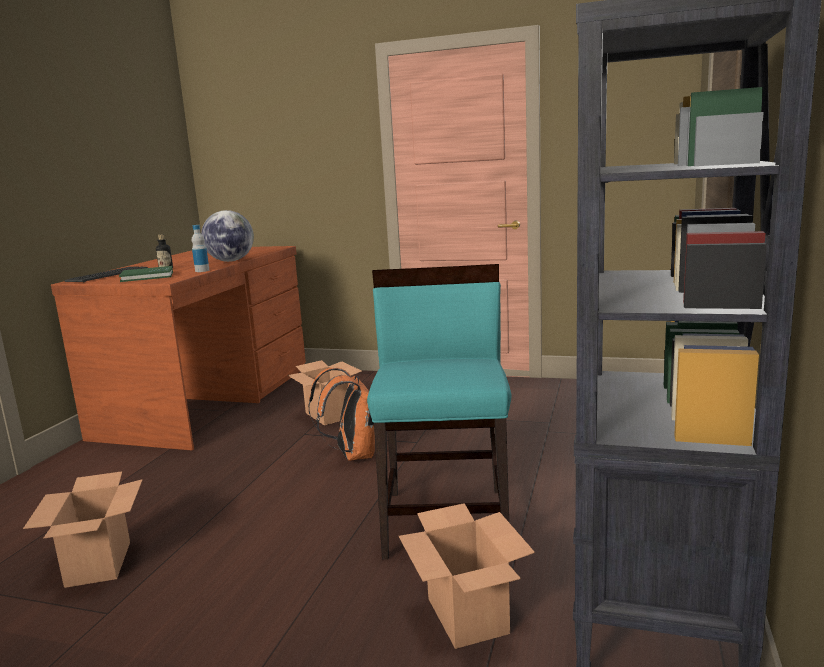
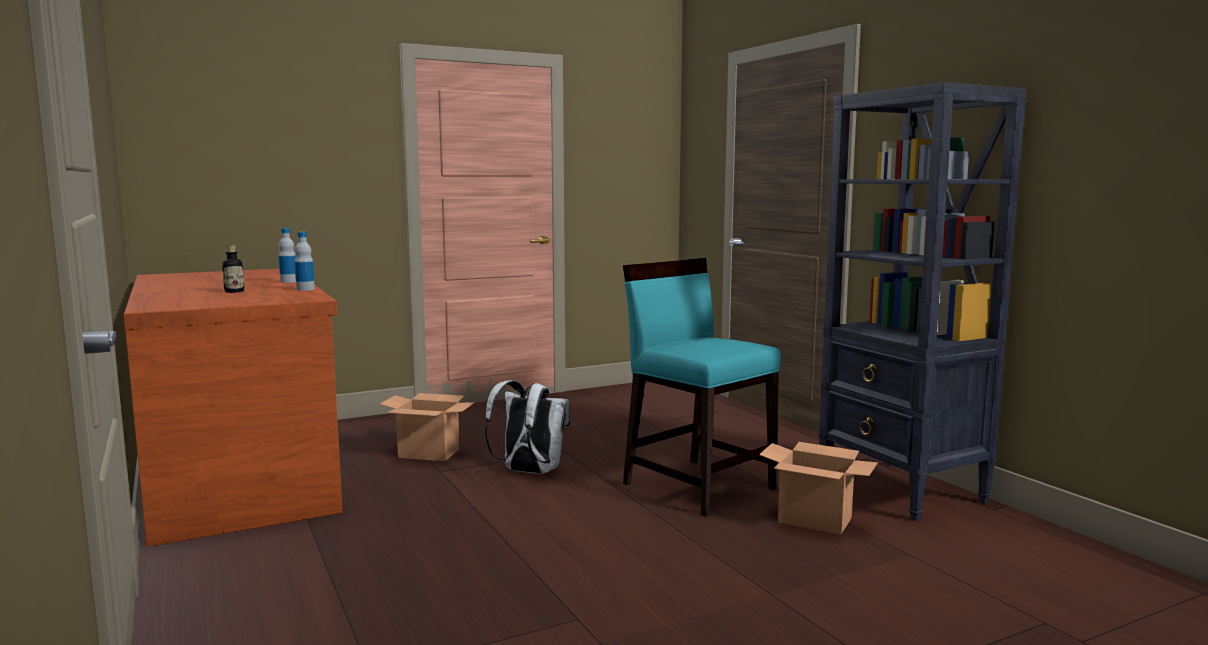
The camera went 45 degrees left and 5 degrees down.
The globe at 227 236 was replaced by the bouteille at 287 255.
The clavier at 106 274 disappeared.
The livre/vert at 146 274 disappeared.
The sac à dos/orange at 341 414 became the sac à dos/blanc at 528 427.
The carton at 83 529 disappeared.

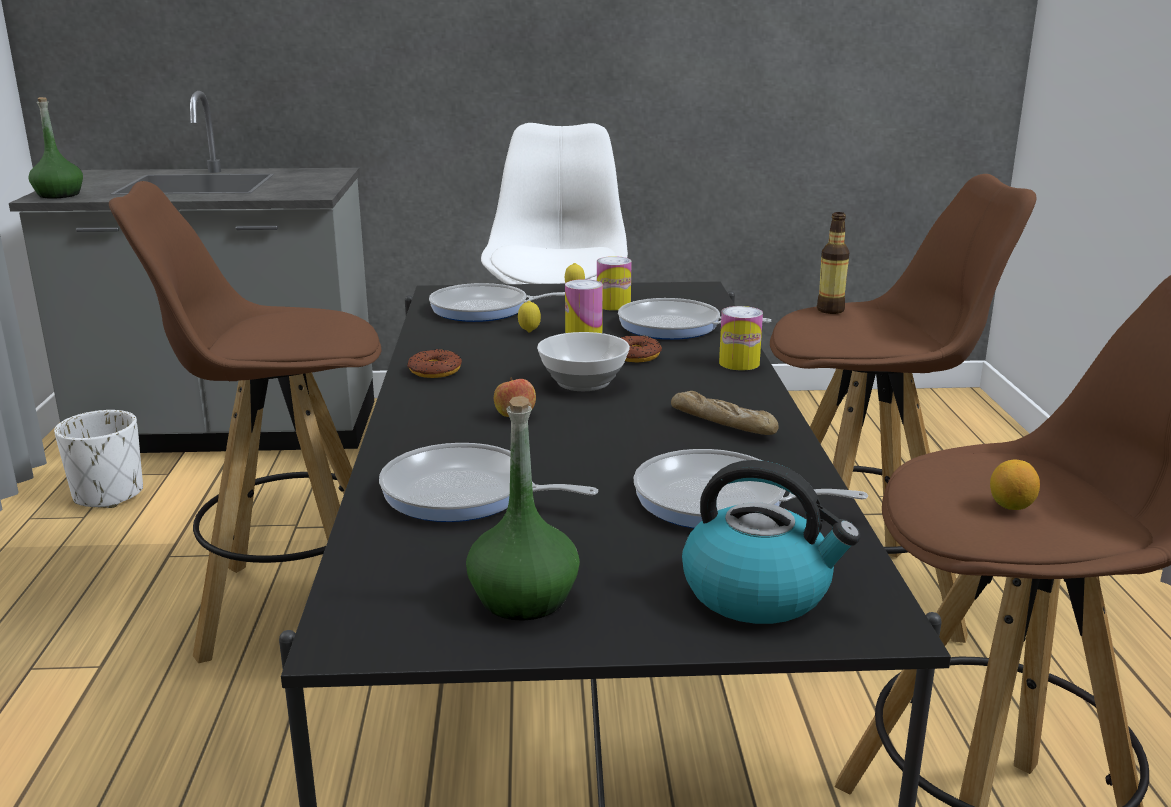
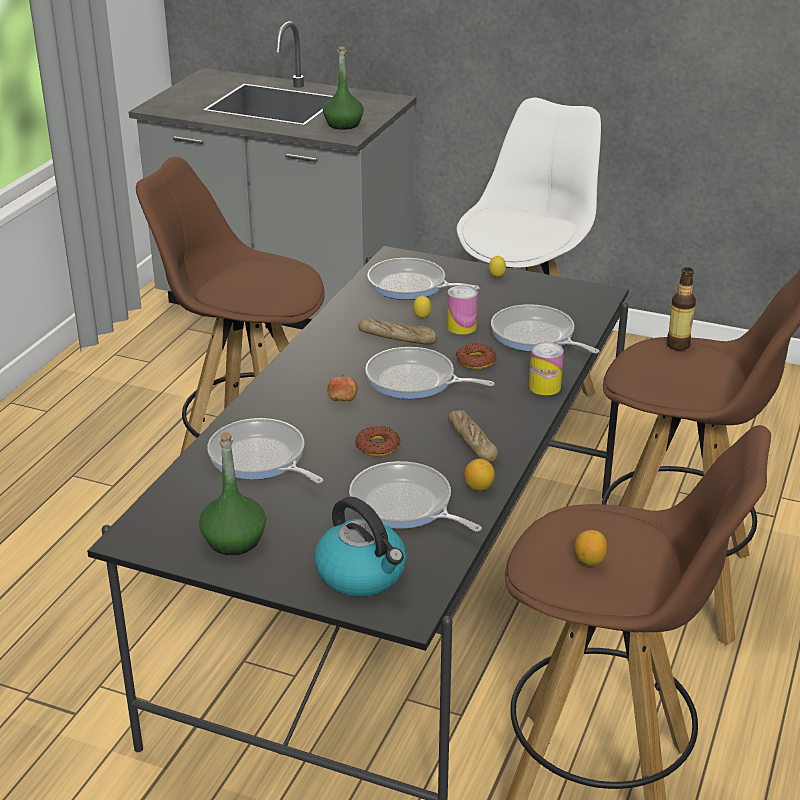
The camera went 25 degrees right and 10 degrees up.
The bouteille/vert moved from 56 148 to 343 88.
The boîte métallique at 614 283 disappeared.
The bol at 583 361 was replaced by the poêle at 430 373.
The beignet moved from 434 363 to 378 441.
The cache-pot/blanc at 98 459 disappeared.
The pain at 397 331 appeared.
The citron at 479 475 appeared.

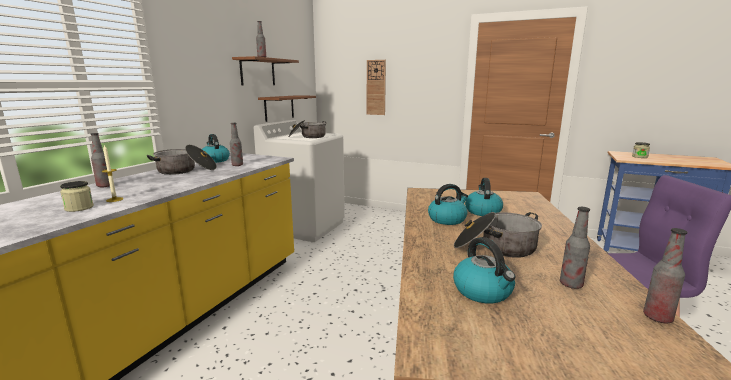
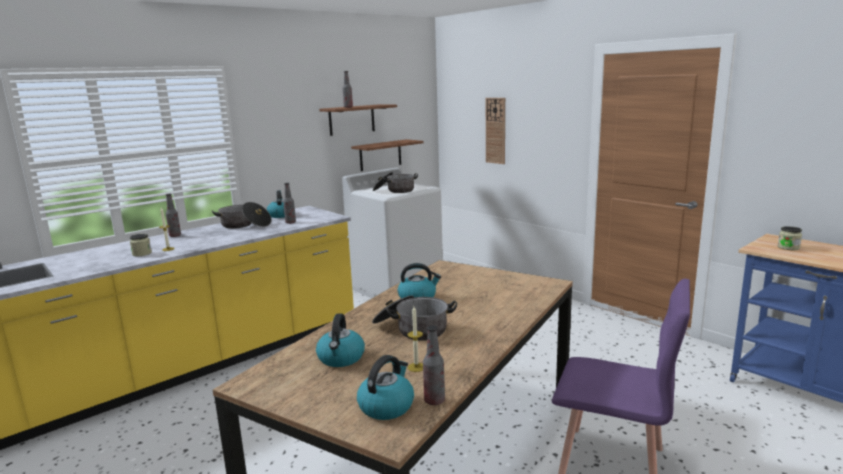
The camera went 25 degrees right and 0 degrees up.
The bouilloire moved from 484 197 to 385 387.
The bouteille at 575 248 was replaced by the bougie at 415 339.

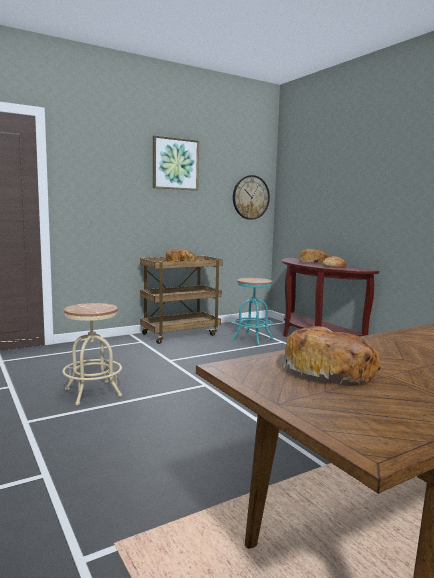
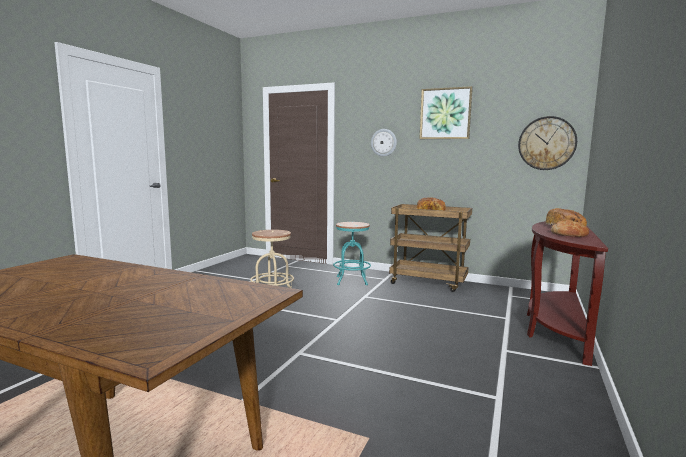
The camera went 55 degrees right and 0 degrees up.
The tabouret/turquoise moved from 252 311 to 352 253.
The pain at 331 355 disappeared.
The horloge murale at 384 143 appeared.

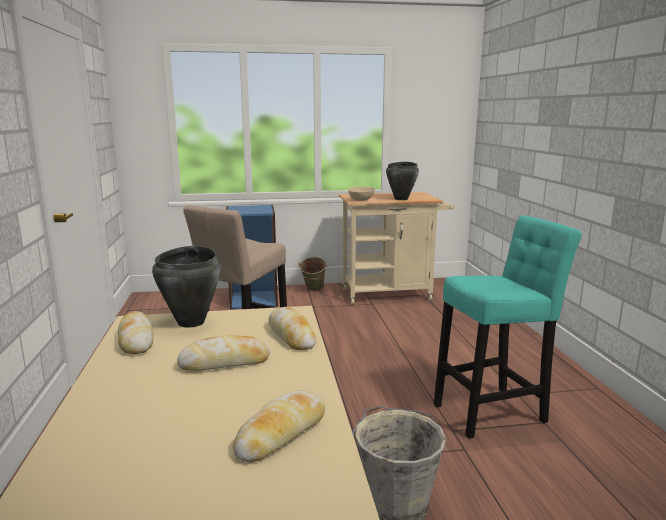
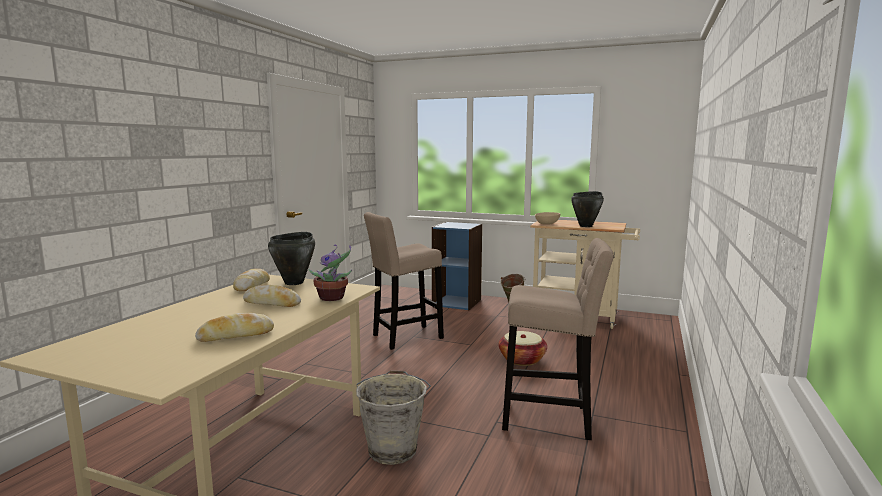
The camera went 30 degrees right and 5 degrees down.
The tabouret/turquoise at 508 327 became the tabouret/beige at 558 339.
The pain at 292 328 was replaced by the plante en pot at 330 273.
The panier at 523 348 appeared.

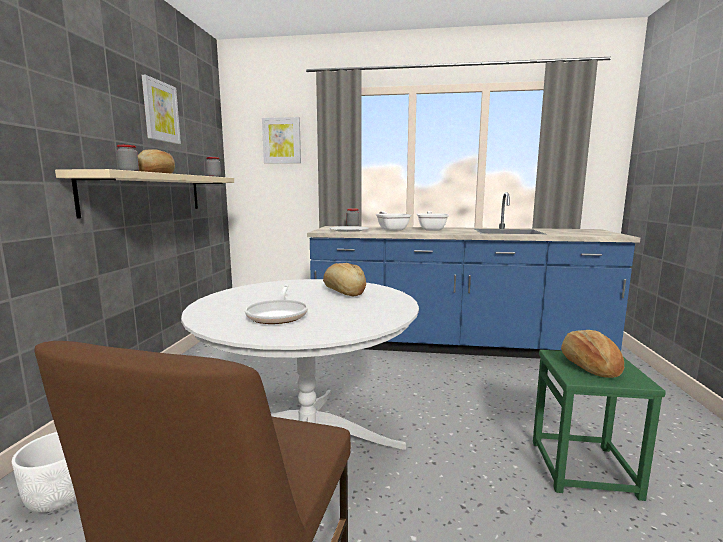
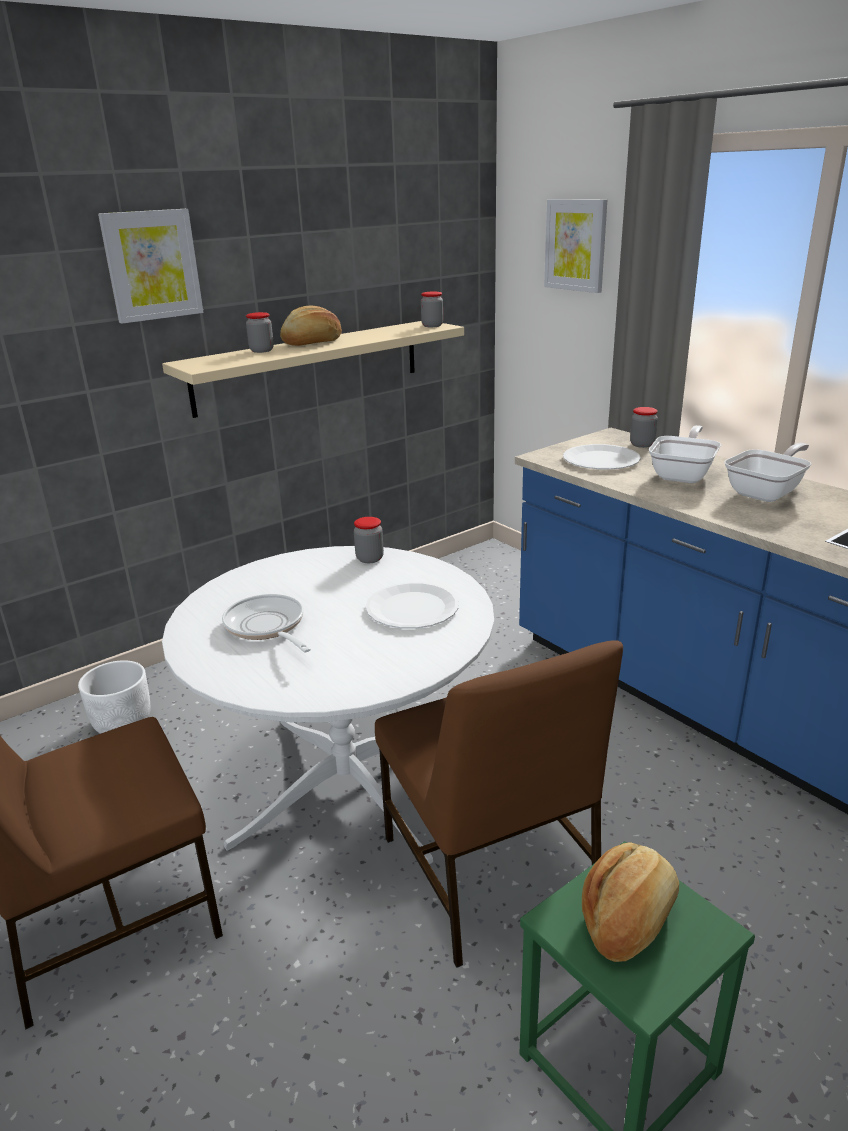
The camera went 45 degrees right and 15 degrees up.
The tableau moved from 161 109 to 151 266.
The pain at 344 279 was replaced by the assiette/blanc at 412 605.
The poêle at 276 304 turned 105 degrees clockwise.
The bocal at 369 540 appeared.
The chaise/marron at 499 804 appeared.

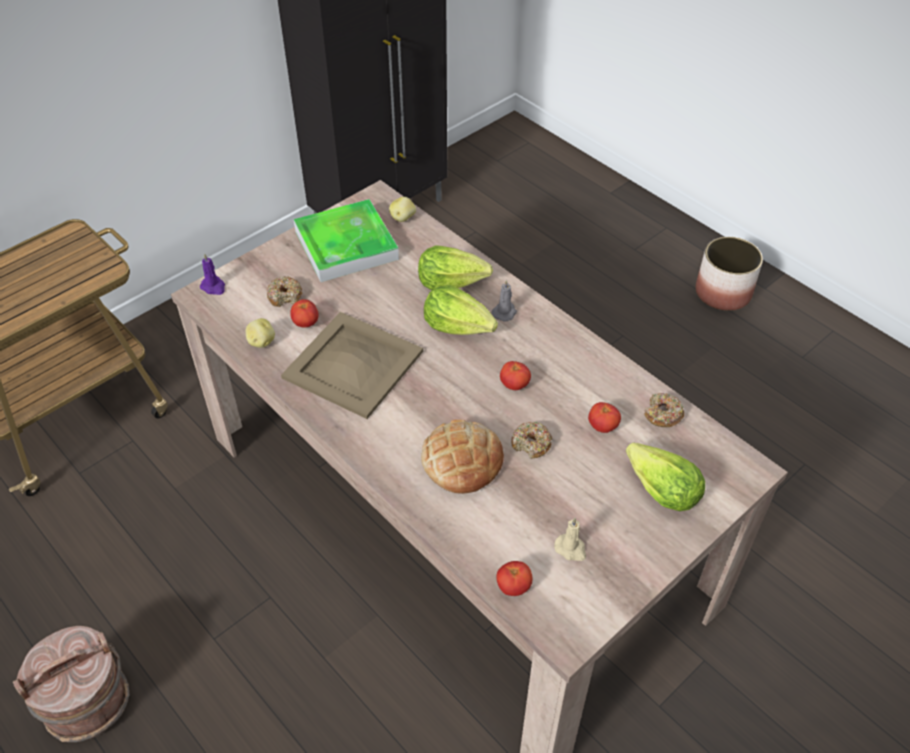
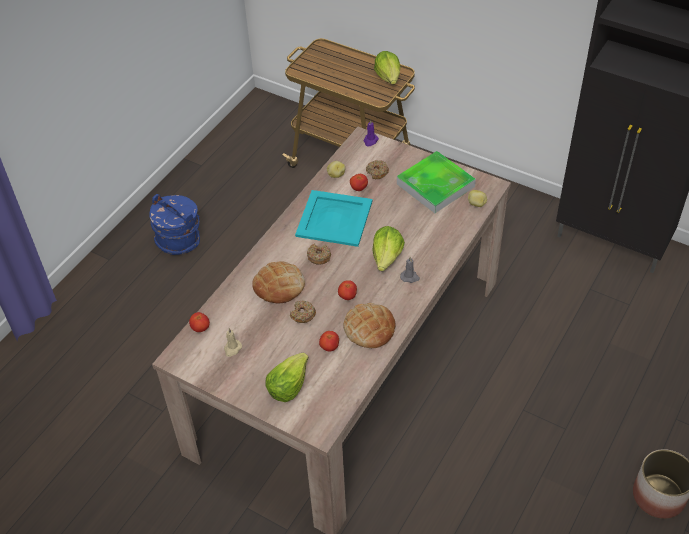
The camera went 75 degrees right and 0 degrees up.
The laitue moved from 455 267 to 387 67.
The plateau/beige at 352 365 became the plateau/turquoise at 333 218.
The beignet moved from 664 410 to 319 254.
The seau/marron at 71 684 became the seau/bleu at 174 224.
The pain at 369 325 appeared.

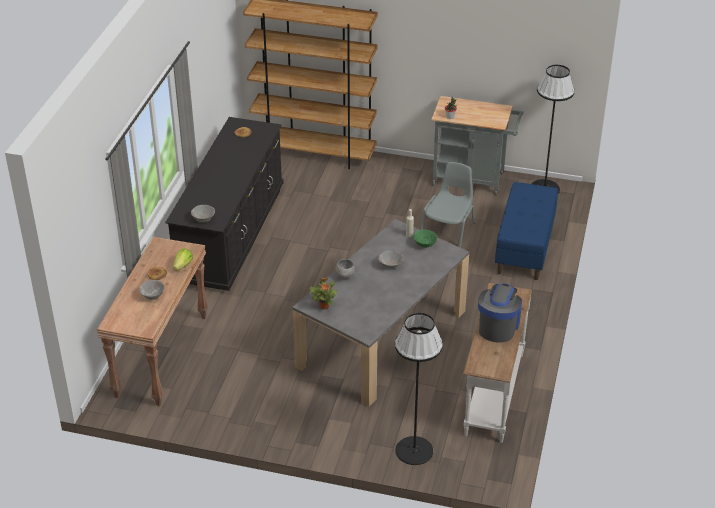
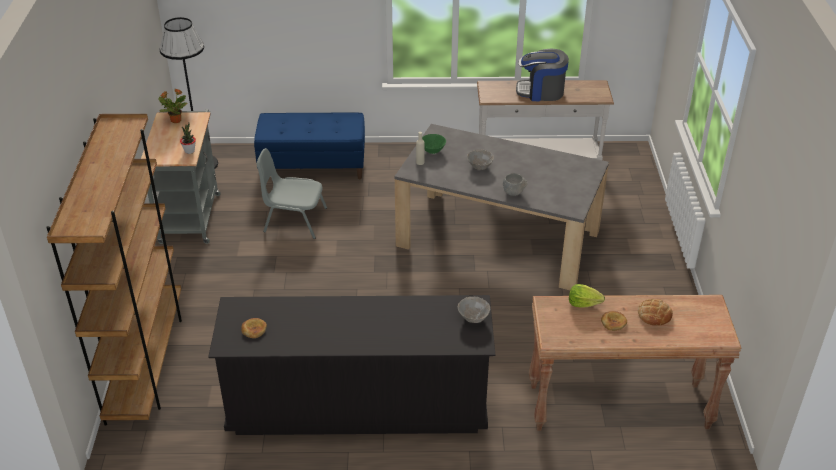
The camera went 105 degrees left and 0 degrees up.
The plante en pot moved from 323 293 to 173 106.
The bol/gris at 151 290 was replaced by the pain at 655 312.
The lampadaire/noir at 419 389 disappeared.

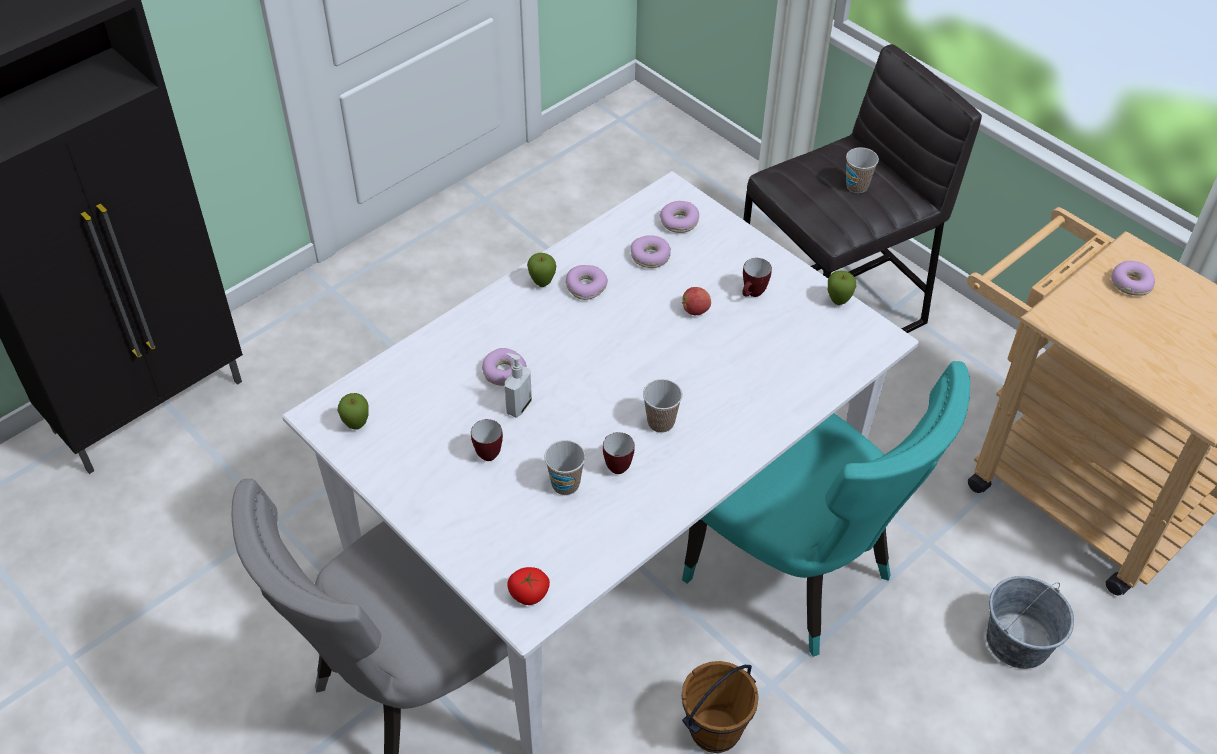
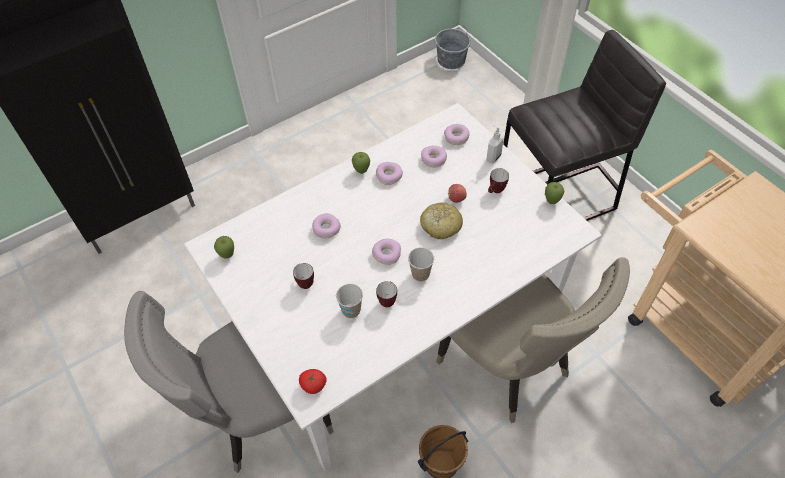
The camera went 10 degrees right and 5 degrees up.
The tasse at 862 170 disappeared.
The beignet moved from 1133 278 to 386 252.
The distributeur de savon moved from 518 385 to 495 144.
The chaise/turquoise at 826 509 became the chaise/beige at 533 340.
The seau/gris moved from 1030 622 to 453 46.
The pain at 441 220 appeared.

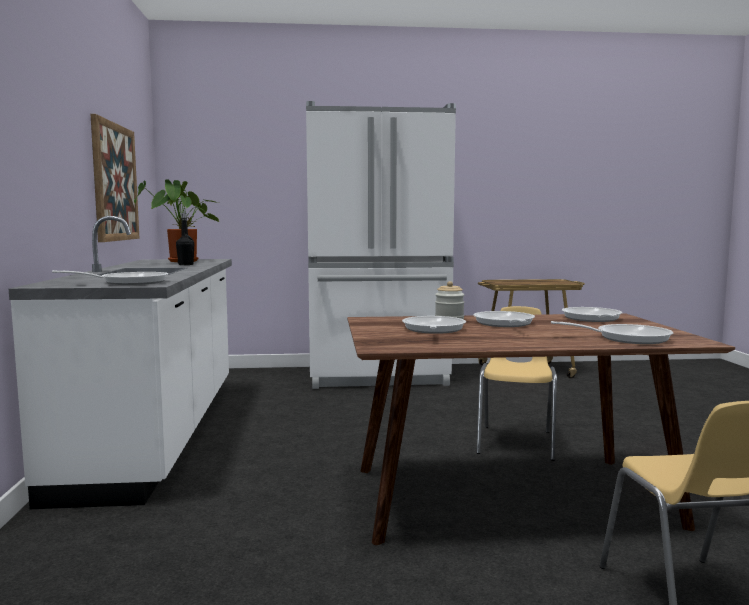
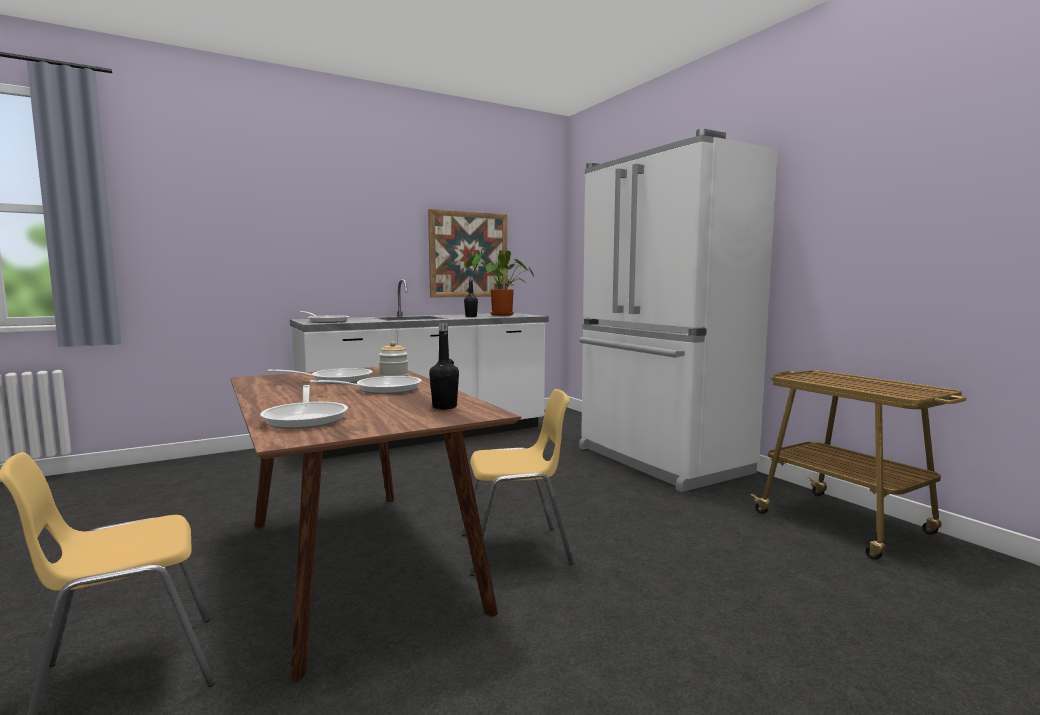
The camera went 65 degrees right and 0 degrees up.
The poêle at 592 314 was replaced by the bouteille/noir at 444 366.

